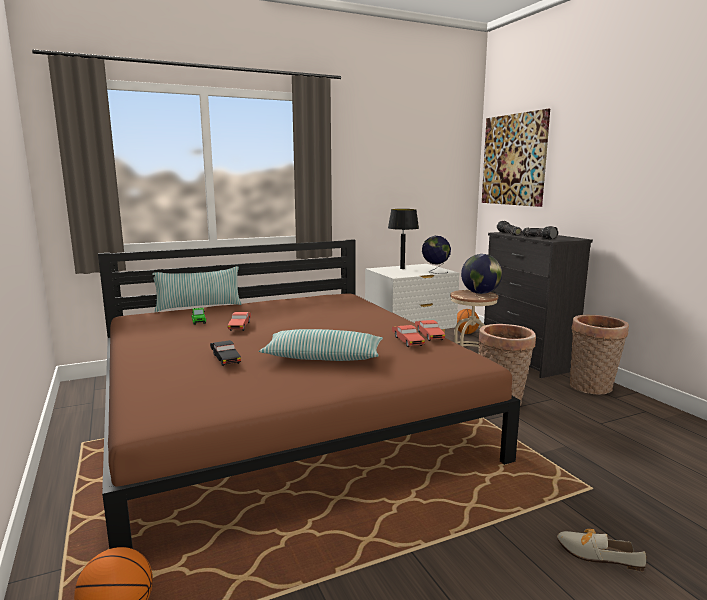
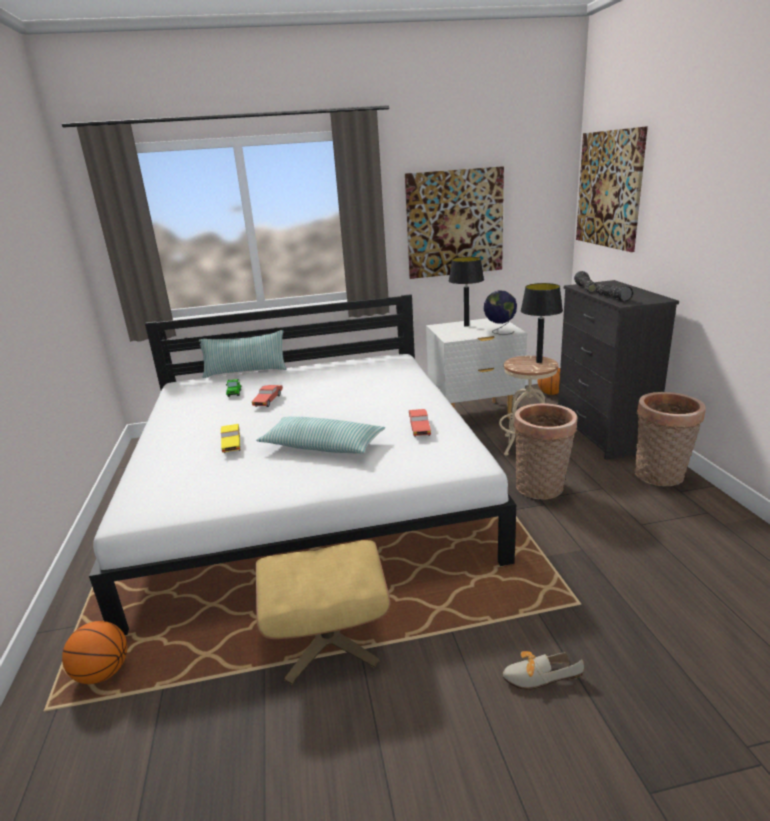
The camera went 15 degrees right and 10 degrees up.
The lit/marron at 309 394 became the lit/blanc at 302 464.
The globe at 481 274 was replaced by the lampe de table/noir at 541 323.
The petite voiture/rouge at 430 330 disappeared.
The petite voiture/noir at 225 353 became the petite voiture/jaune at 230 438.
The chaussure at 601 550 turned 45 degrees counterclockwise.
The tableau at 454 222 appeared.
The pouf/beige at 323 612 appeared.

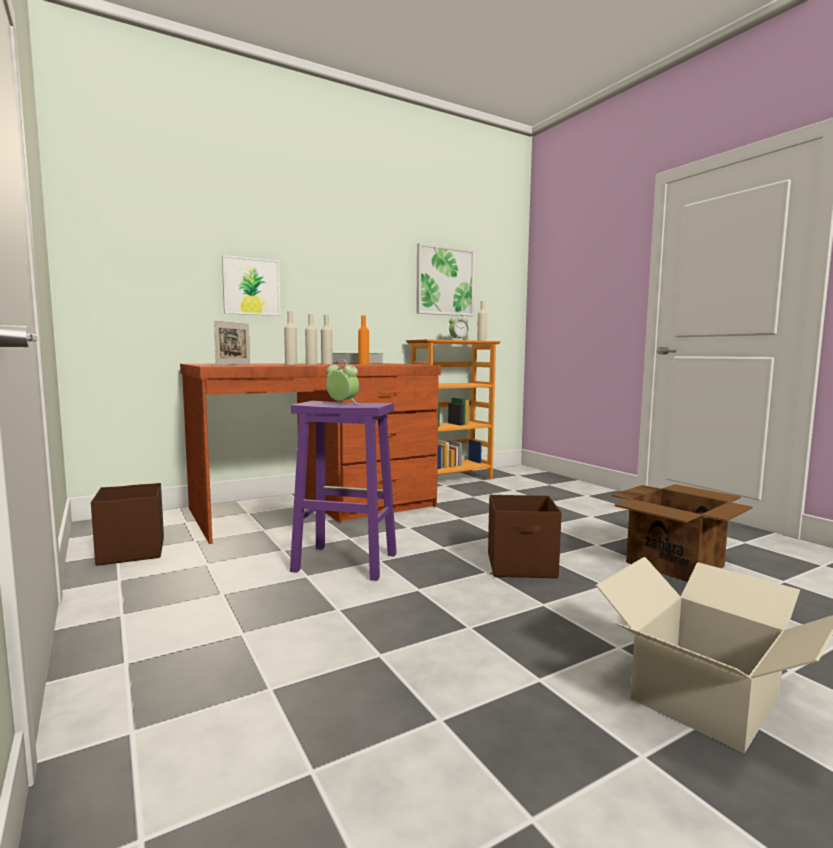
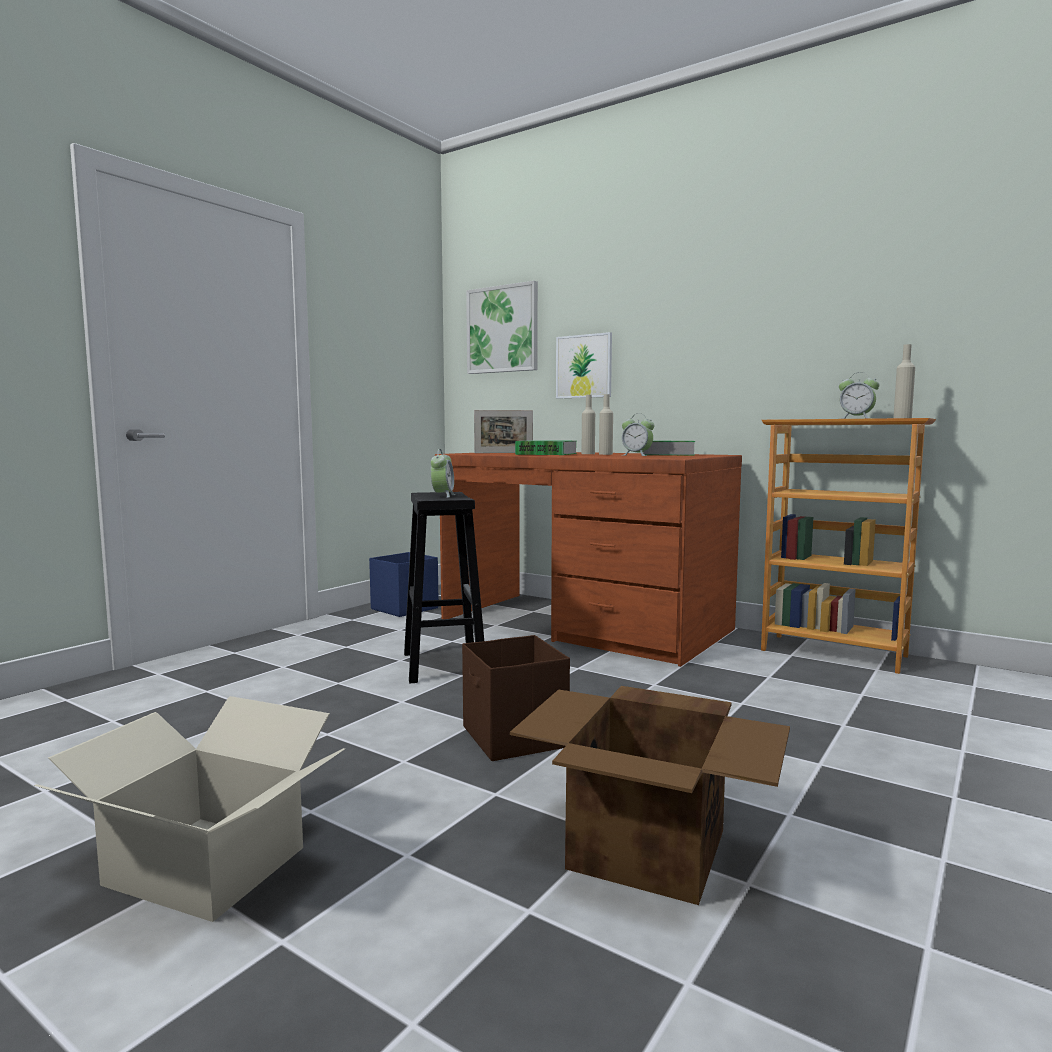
The camera went 65 degrees right and 0 degrees up.
The tableau moved from 445 279 to 502 327.
The bouteille/beige at 290 338 was replaced by the livre at 546 447.
The bouteille/orange at 363 339 was replaced by the réveil at 638 435.
The tabouret/violet at 343 491 became the tabouret/noir at 444 587.
The boîte de rangement/marron at 127 524 became the boîte de rangement/bleu at 404 584.

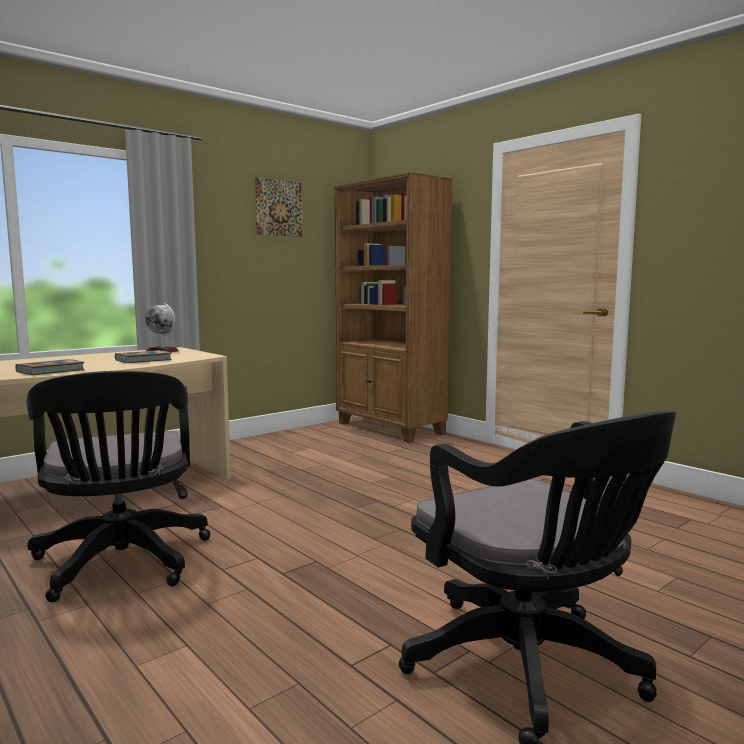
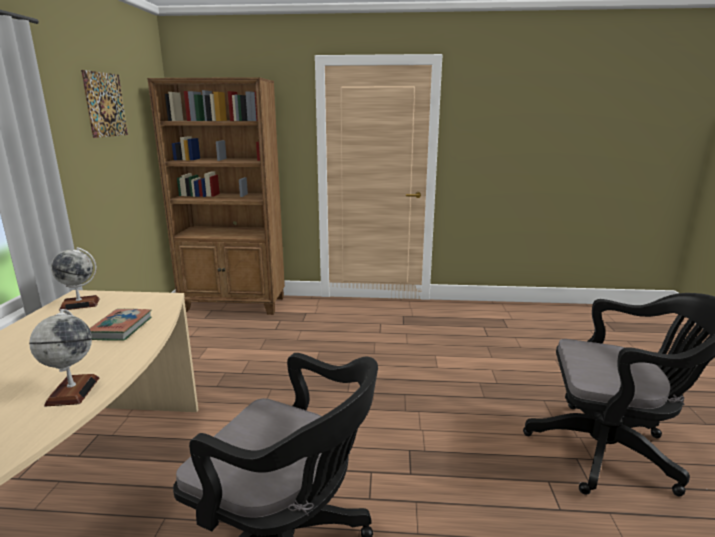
The camera went 45 degrees left and 10 degrees up.
The livre at 50 367 was replaced by the globe at 64 358.

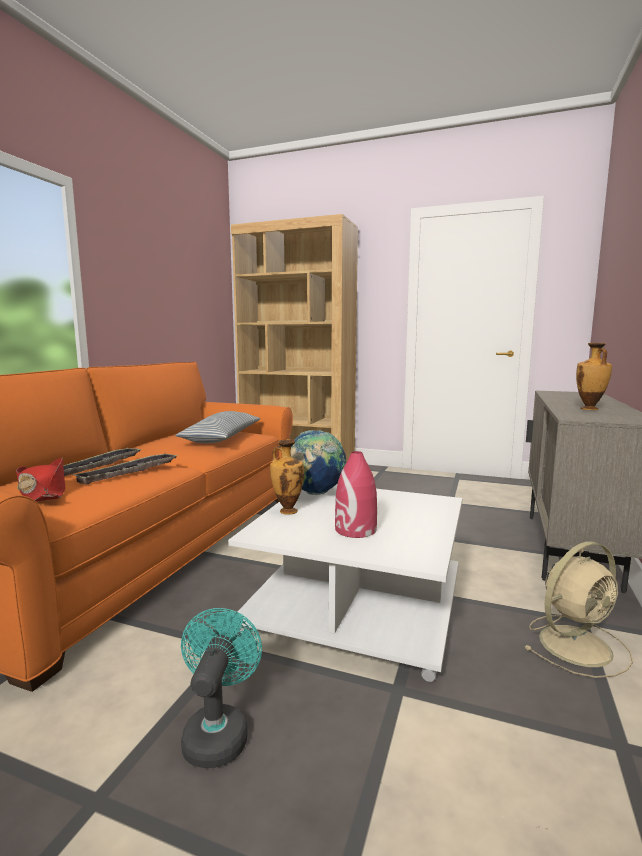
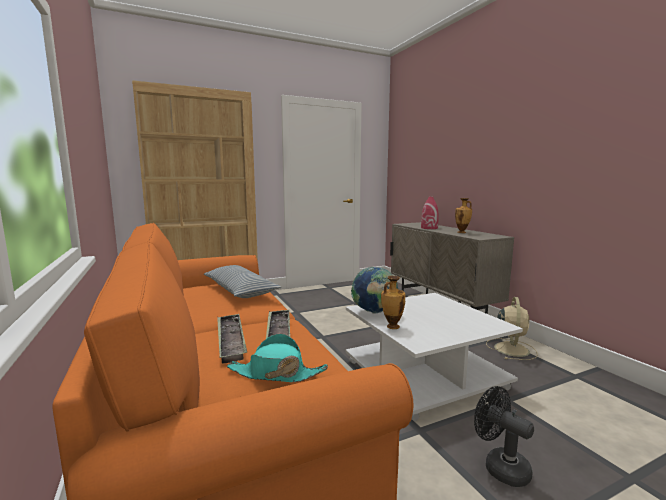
The camera went 45 degrees left and 0 degrees up.
The vase/rouge moved from 356 494 to 429 212.
The chapeau/rouge at 40 479 became the chapeau/turquoise at 277 358.
The ventilateur/turquoise at 221 688 became the ventilateur/noir at 504 436.

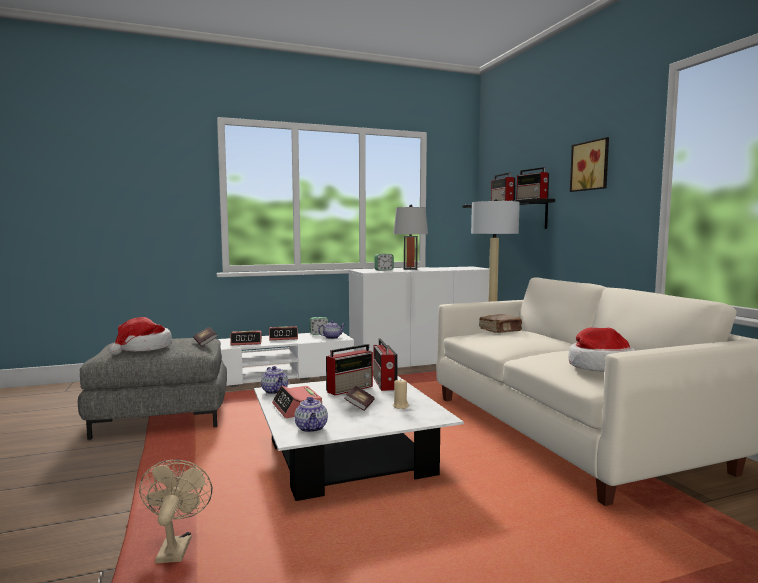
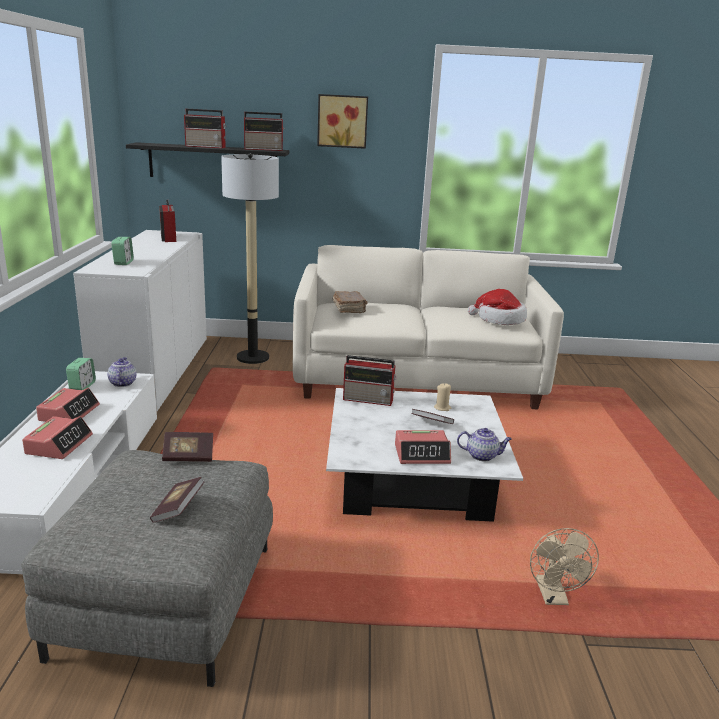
The camera went 70 degrees left and 15 degrees up.
The lampe de table/gris at 410 237 disappeared.
The chapeau at 140 336 was replaced by the livre at 177 500.
The radio moved from 349 370 to 167 221.
The théière at 274 380 disappeared.
The ventilateur/beige at 176 511 turned 105 degrees counterclockwise.

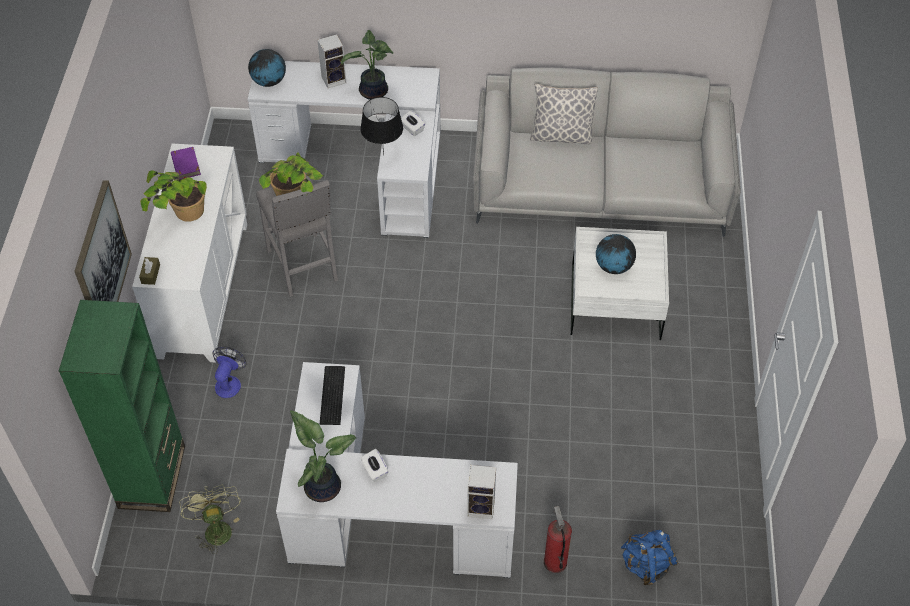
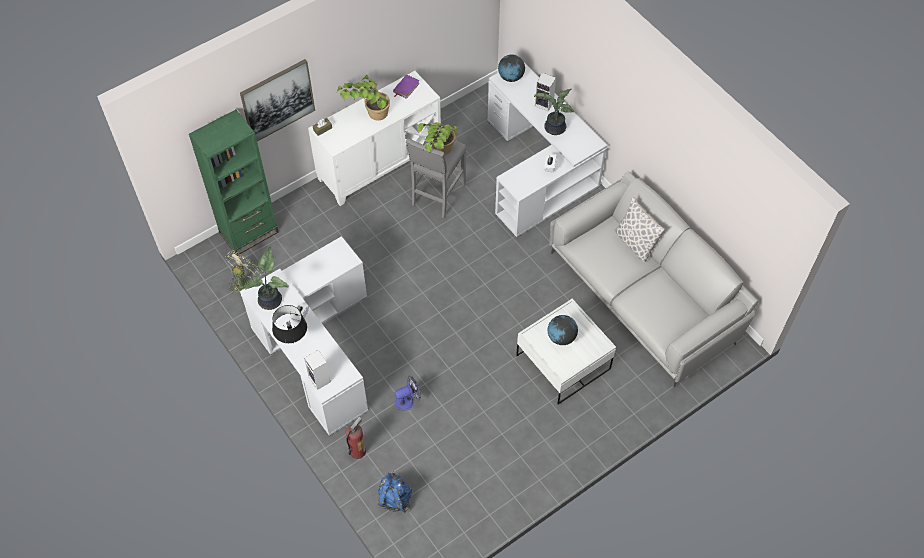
The camera went 50 degrees right and 5 degrees up.
The lampe de table/noir moved from 381 126 to 289 324.
The ventilateur moved from 230 372 to 407 393.
The clavier at 332 395 disappeared.

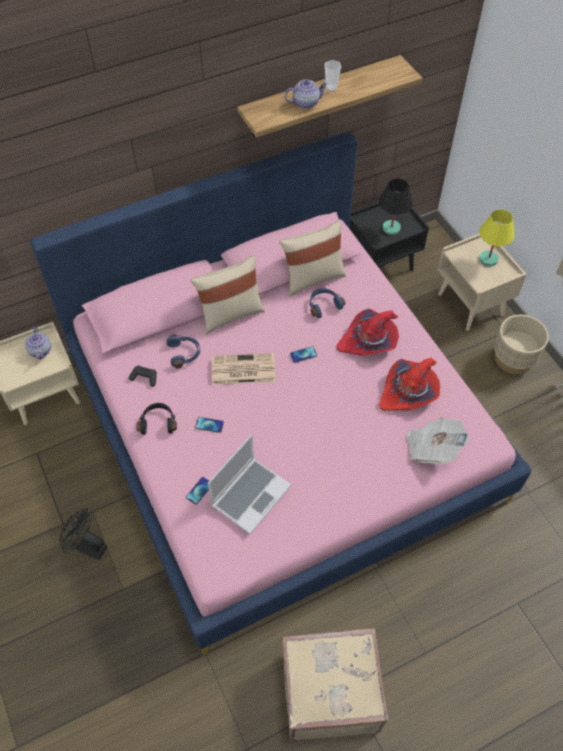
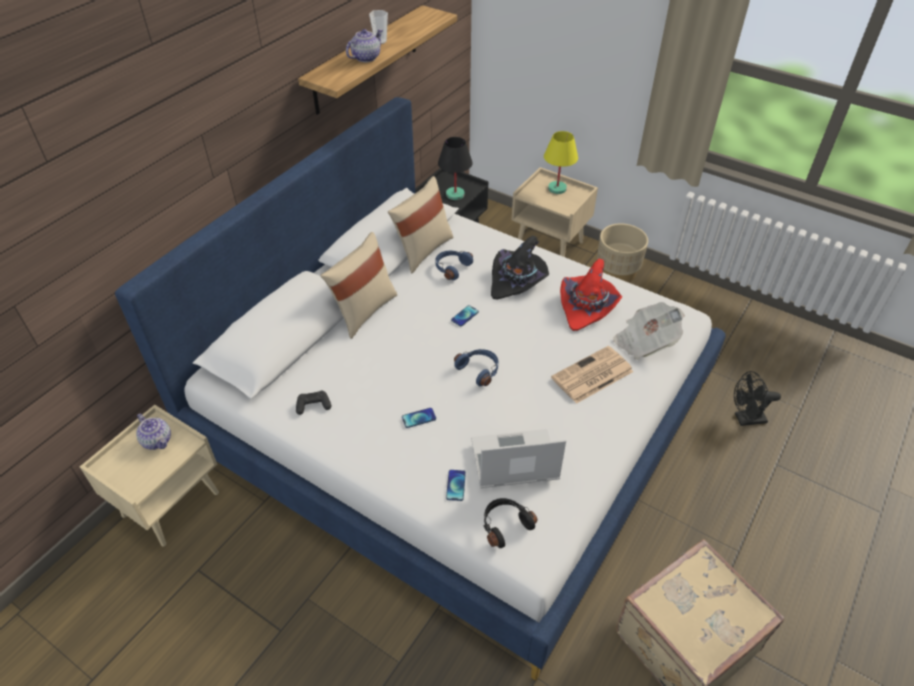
The camera went 30 degrees left and 10 degrees down.
The lit/rose at 280 393 became the lit/blanc at 420 388.
The chapeau/rouge at 368 332 became the chapeau/noir at 520 267.
The casque audio/bleu moved from 183 351 to 476 367.
The journal moved from 244 369 to 592 375.
The casque audio/noir moved from 156 419 to 510 523.
The ordinateur portable at 249 484 turned 105 degrees counterclockwise.
The ventilateur/noir moved from 83 534 to 757 398.

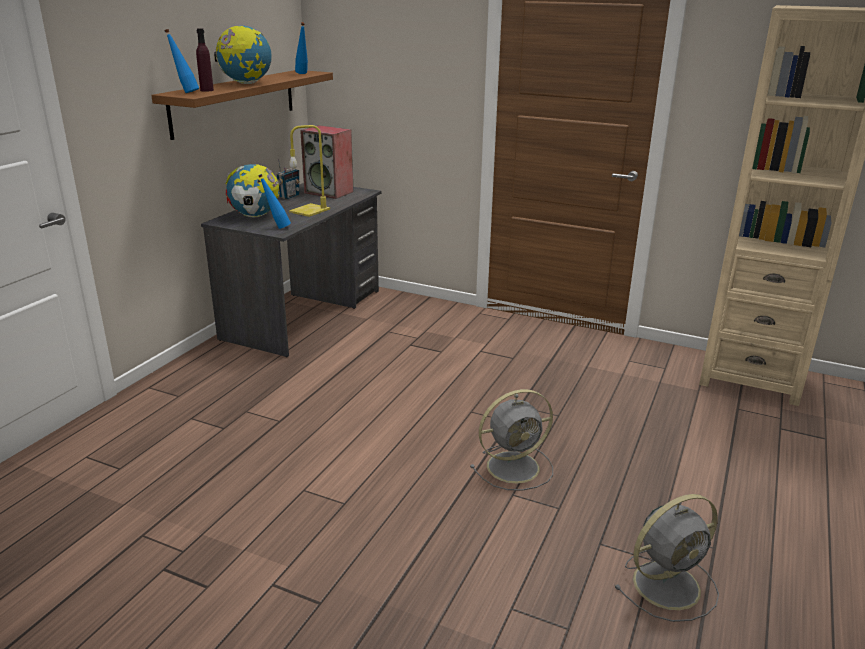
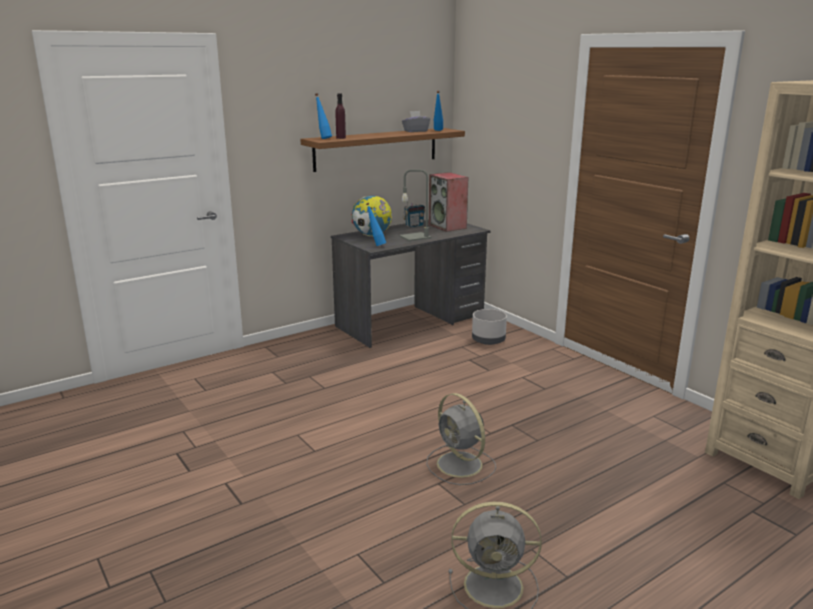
The camera went 30 degrees right and 5 degrees down.
The globe at 243 55 disappeared.
The lampe de table/jaune at 309 171 became the lampe de table/gris at 415 205.
The ventilateur/gris at 511 439 turned 45 degrees clockwise.
The boîte à mouchoirs/gris at 416 121 appeared.
The cache-pot/gris at 489 327 appeared.

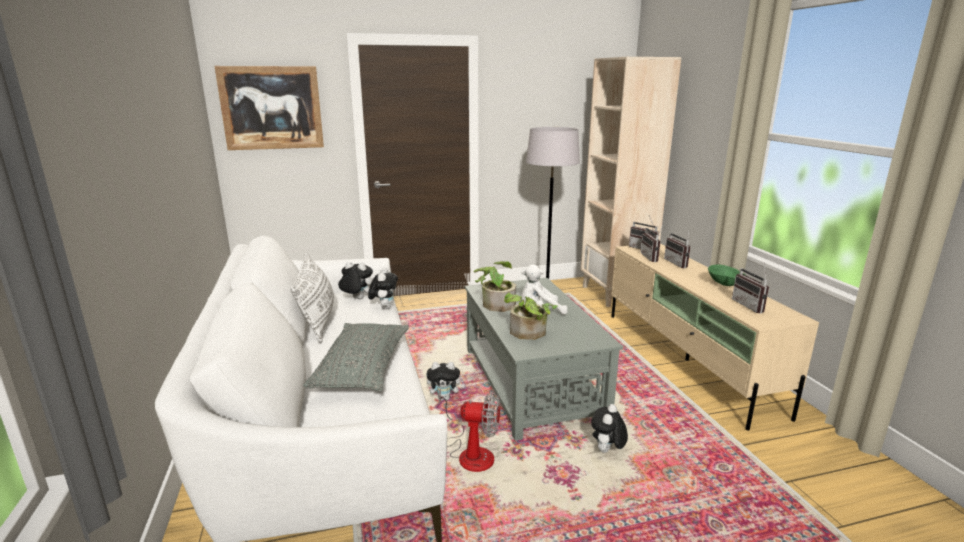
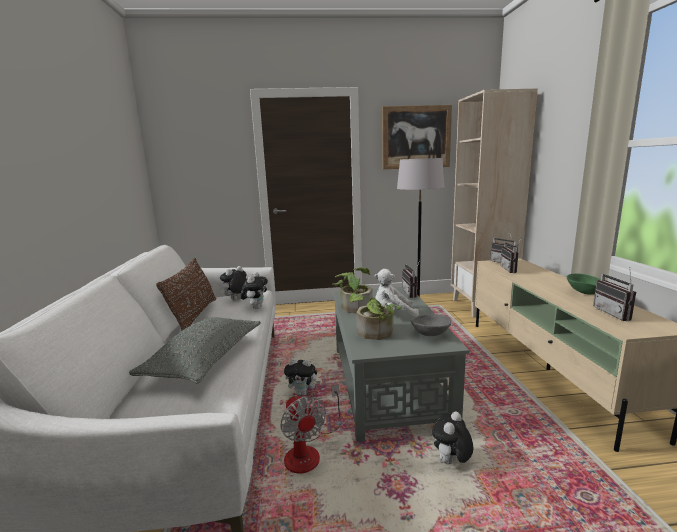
The camera went 10 degrees right and 5 degrees down.
The tableau moved from 269 108 to 417 137.
The radio moved from 677 248 to 411 279.
The coussin/blanc at 312 297 became the coussin/marron at 186 294.
The peluche at 355 280 turned 75 degrees counterclockwise.
The ventilateur at 469 430 turned 45 degrees clockwise.
The bol/gris at 431 325 appeared.

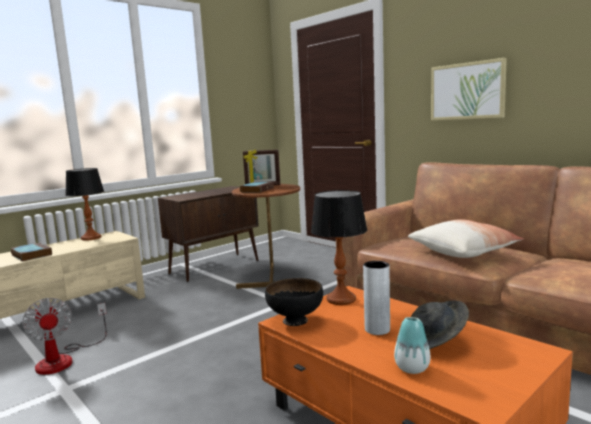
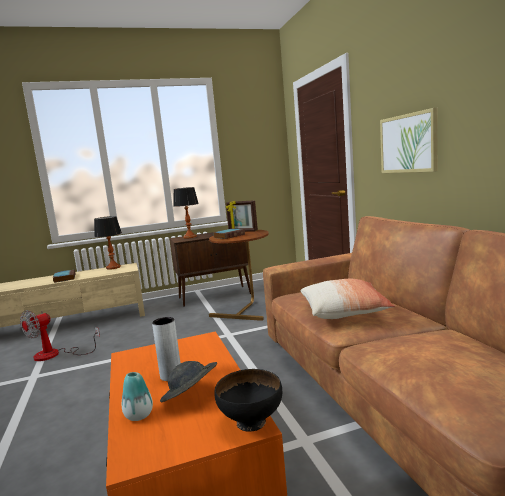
The camera went 25 degrees right and 0 degrees up.
The lampe de table moved from 339 247 to 186 213.
The bol/noir moved from 294 302 to 248 400.
The ventilateur at 64 336 turned 45 degrees clockwise.

